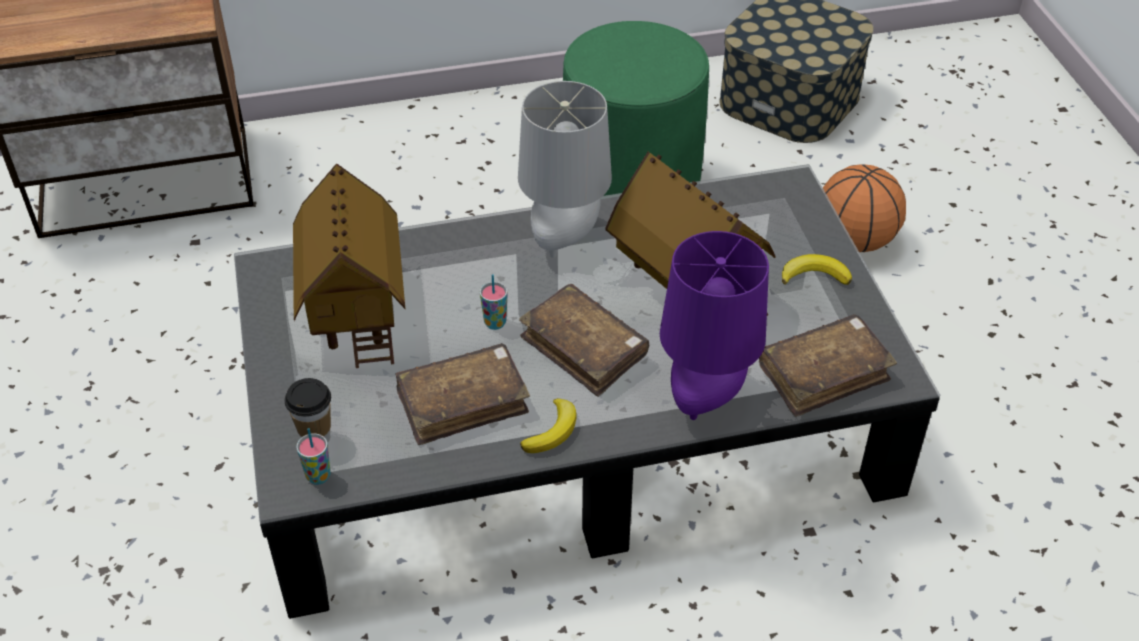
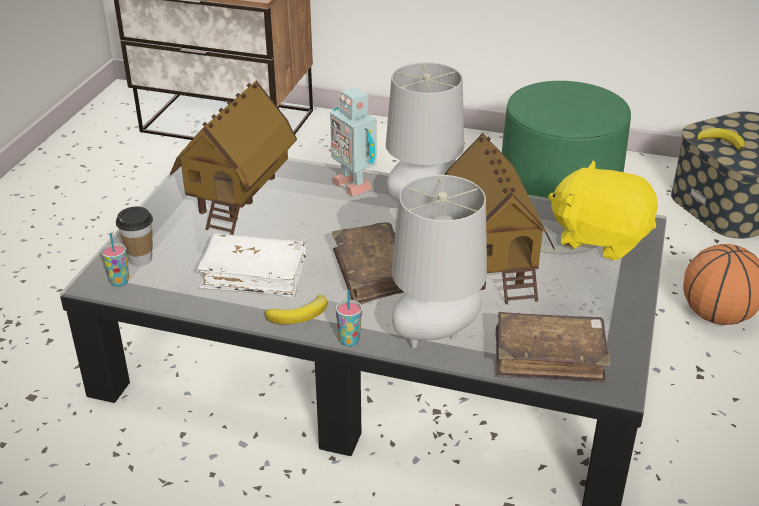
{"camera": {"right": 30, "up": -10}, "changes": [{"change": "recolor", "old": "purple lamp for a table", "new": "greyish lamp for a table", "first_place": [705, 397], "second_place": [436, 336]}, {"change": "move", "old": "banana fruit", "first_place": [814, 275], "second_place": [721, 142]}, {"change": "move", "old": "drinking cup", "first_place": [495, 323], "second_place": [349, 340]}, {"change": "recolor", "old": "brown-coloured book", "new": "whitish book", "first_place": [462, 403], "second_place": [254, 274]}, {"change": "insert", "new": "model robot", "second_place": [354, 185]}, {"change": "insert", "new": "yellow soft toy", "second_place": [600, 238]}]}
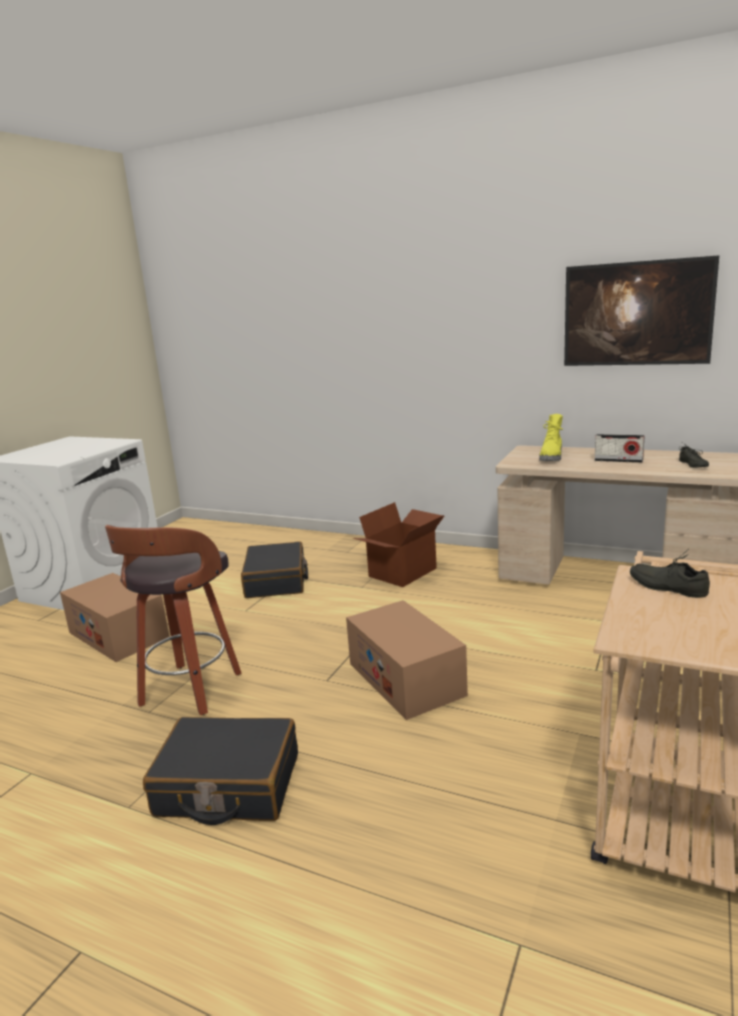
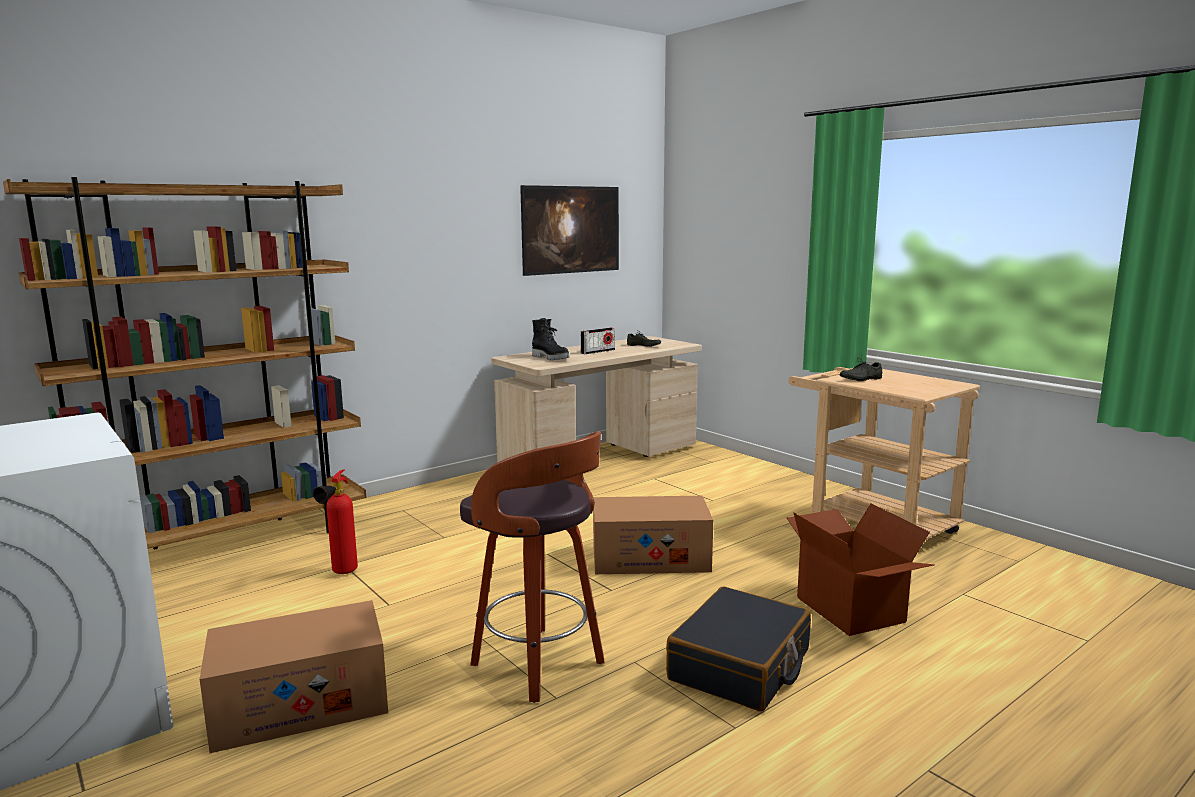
{"camera": {"right": -65, "up": -5}, "changes": [{"change": "recolor", "old": "yellow high-top boot", "new": "black high-top boot", "first_place": [552, 457], "second_place": [551, 358]}, {"change": "move", "old": "carton", "first_place": [403, 573], "second_place": [851, 609]}, {"change": "replace", "old": "black piece of luggage", "new": "fire-fighting cylinder", "first_place": [276, 581], "second_place": [341, 574]}, {"change": "insert", "new": "brown-coloured bookshelf", "second_place": [230, 543]}]}
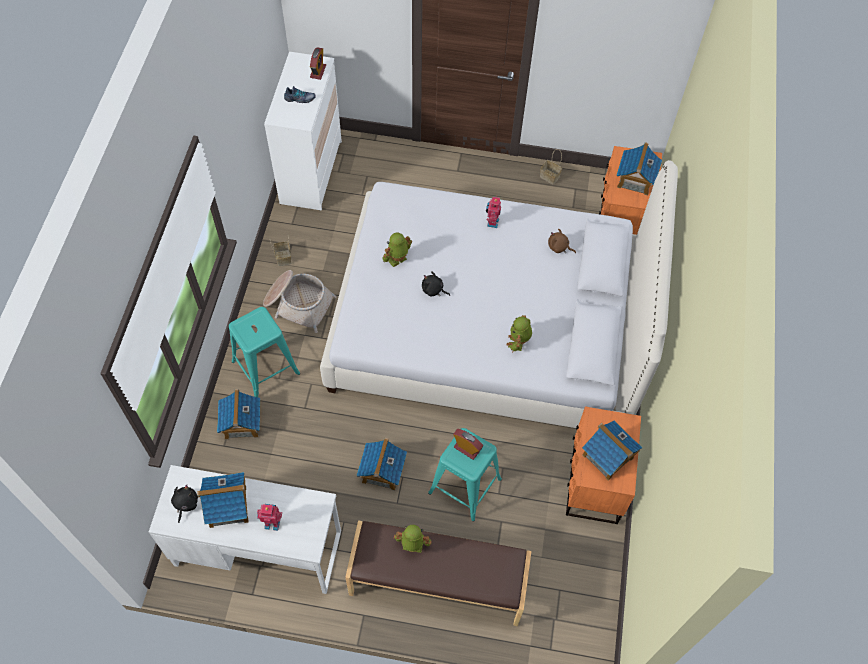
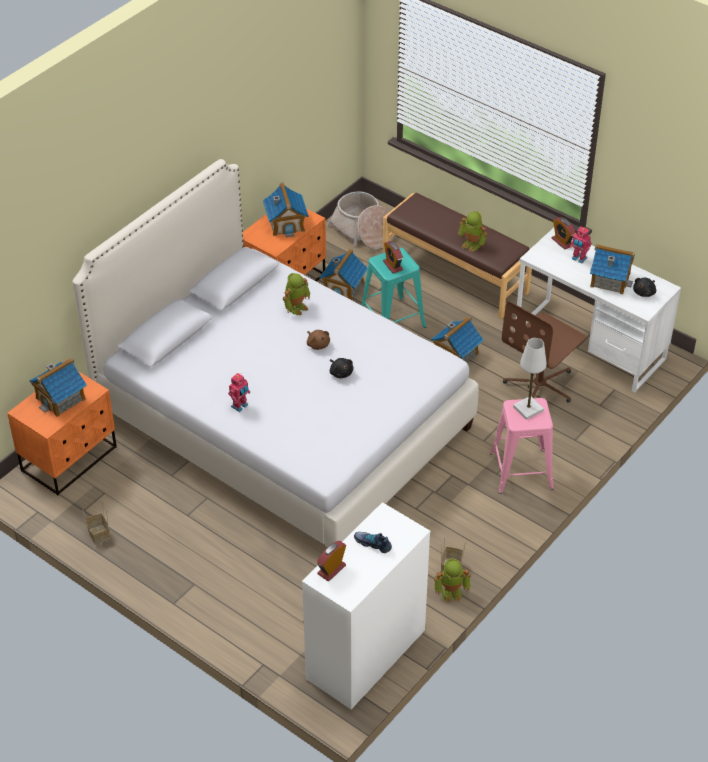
{"camera": {"right": -150, "up": -15}, "changes": [{"change": "move", "old": "brown-coloured soft toy", "first_place": [559, 247], "second_place": [317, 344]}, {"change": "move", "old": "model robot", "first_place": [397, 260], "second_place": [451, 592]}, {"change": "move", "old": "basket", "first_place": [298, 304], "second_place": [363, 231]}, {"change": "recolor", "old": "turquoise-coloured stool seat", "new": "pink stool seat", "first_place": [265, 367], "second_place": [521, 471]}, {"change": "move", "old": "miniature house", "first_place": [241, 423], "second_place": [344, 287]}, {"change": "insert", "new": "bedside clock", "second_place": [562, 242]}, {"change": "insert", "new": "brown-coloured desk chair", "second_place": [540, 385]}, {"change": "insert", "new": "whitish lamp for a table", "second_place": [528, 409]}]}
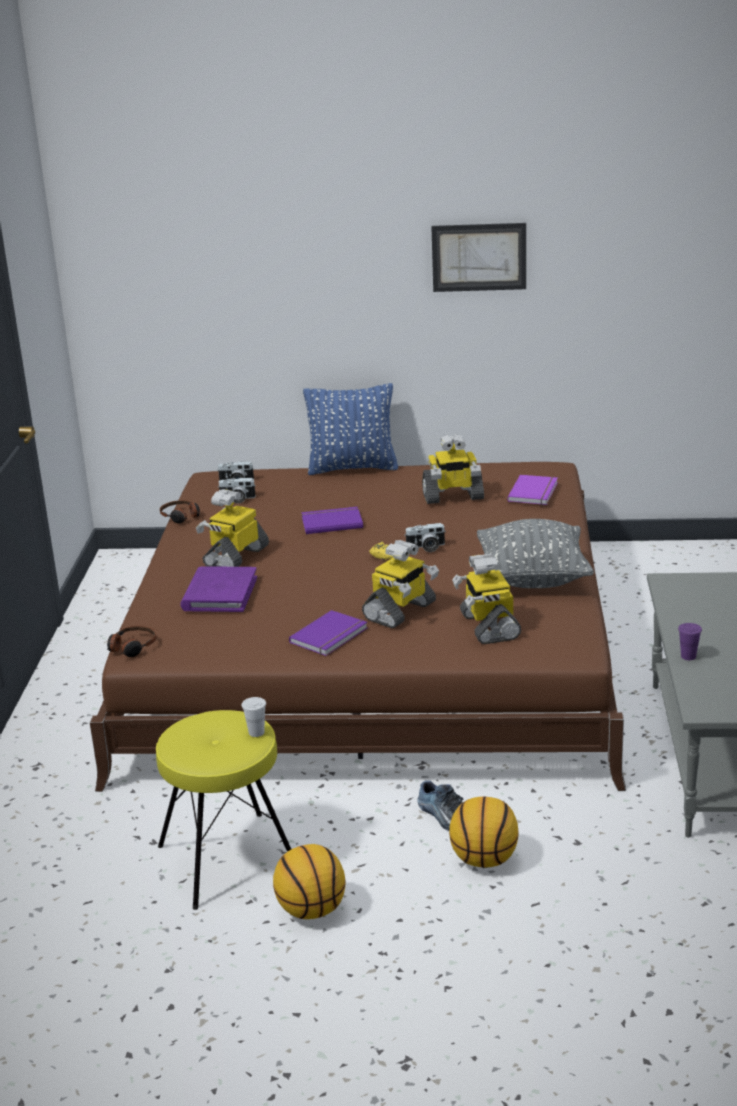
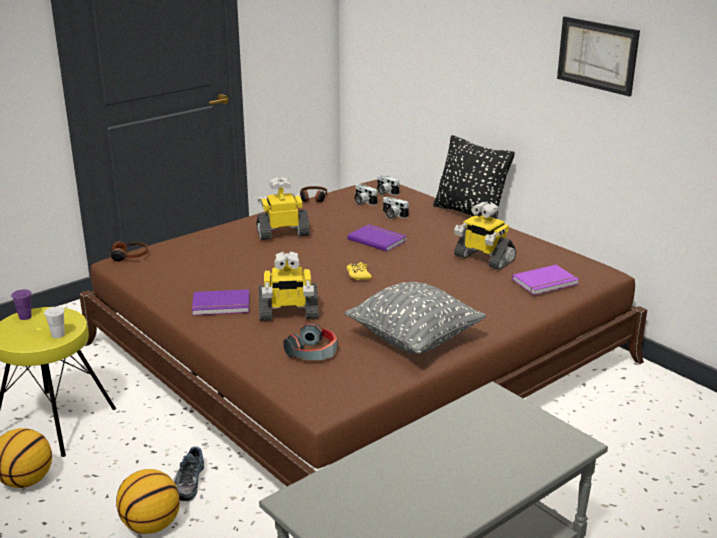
{"camera": {"right": 45, "up": 0}, "changes": [{"change": "recolor", "old": "blue pillow", "new": "black pillow", "first_place": [352, 468], "second_place": [470, 213]}, {"change": "move", "old": "photo camera", "first_place": [426, 547], "second_place": [393, 215]}, {"change": "replace", "old": "model robot", "new": "pair of headphones", "first_place": [488, 626], "second_place": [313, 353]}, {"change": "delete", "old": "purple book", "first_place": [219, 594]}, {"change": "move", "old": "purple drinking cup", "first_place": [688, 656], "second_place": [25, 317]}]}
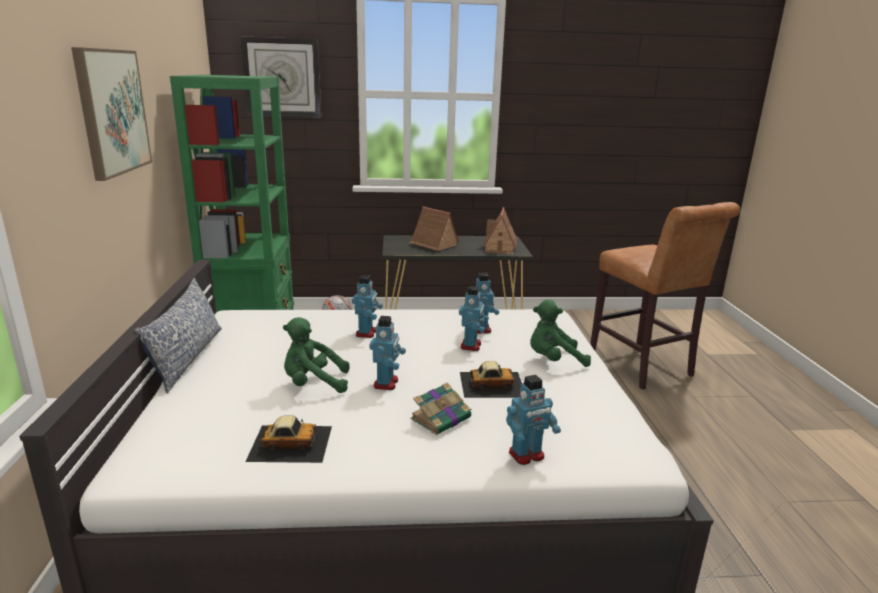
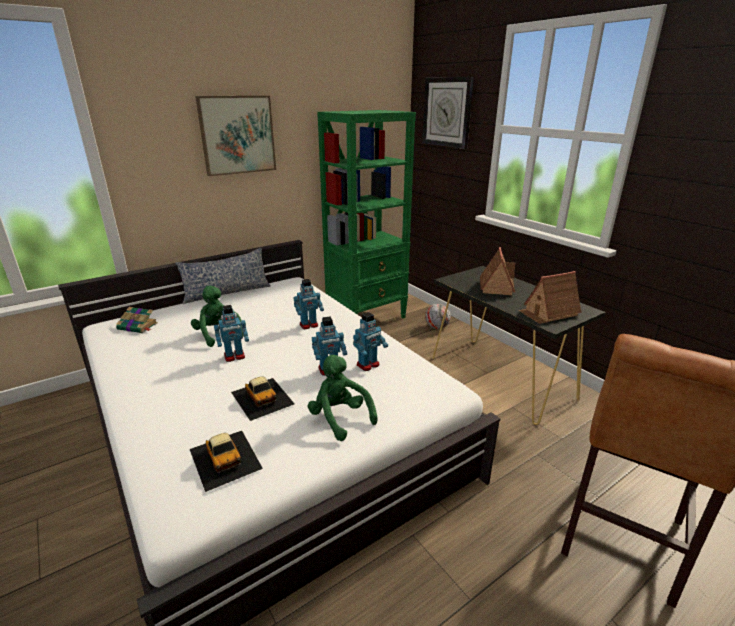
{"camera": {"right": 60, "up": 5}, "changes": [{"change": "delete", "old": "model robot", "first_place": [527, 455]}, {"change": "move", "old": "book", "first_place": [442, 418], "second_place": [138, 326]}, {"change": "move", "old": "model car", "first_place": [290, 442], "second_place": [225, 458]}]}
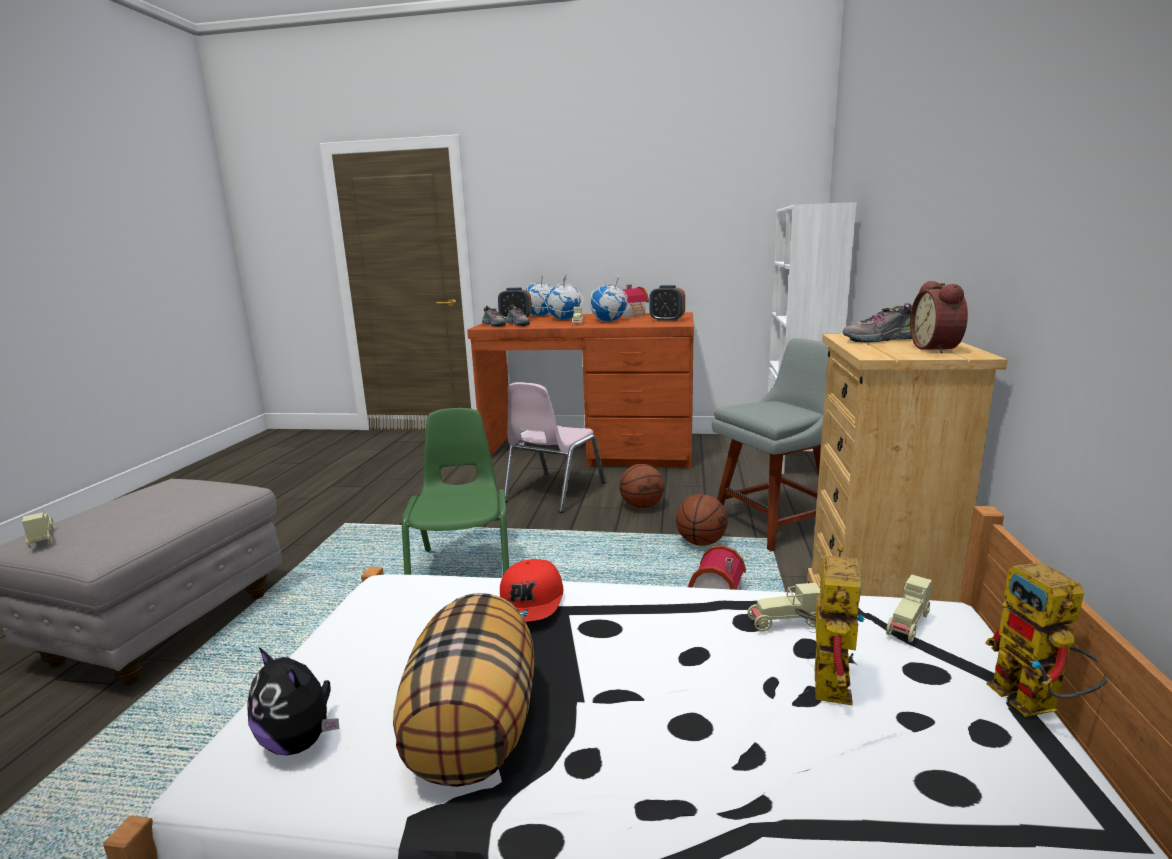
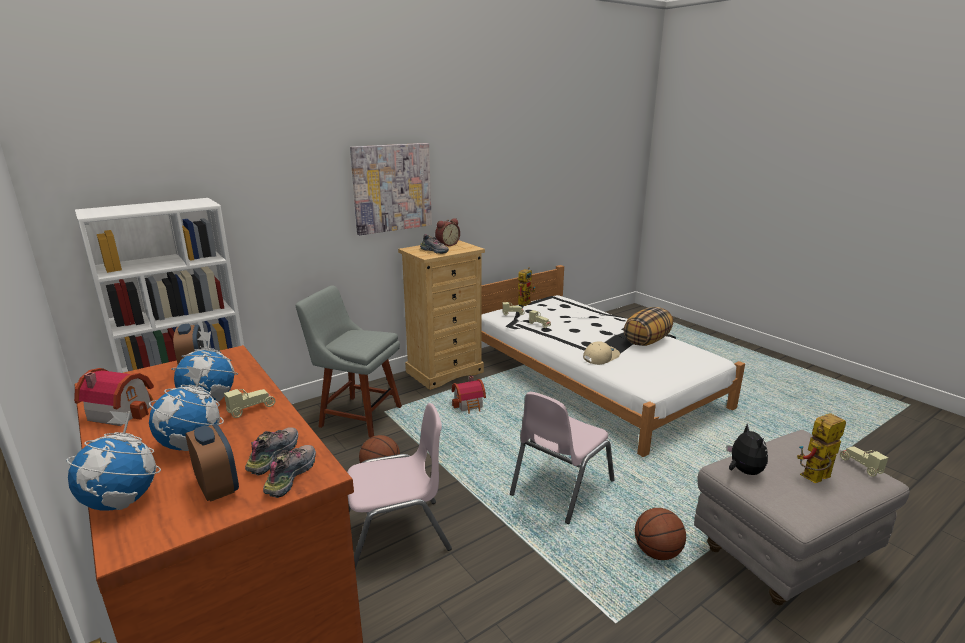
{"camera": {"right": -135, "up": 5}, "changes": [{"change": "recolor", "old": "green plain chair", "new": "pink plain chair", "first_place": [464, 572], "second_place": [561, 487]}, {"change": "move", "old": "basketball", "first_place": [701, 542], "second_place": [657, 552]}, {"change": "rotate", "old": "sand-coloured model car", "first_place": [41, 538], "second_place": [860, 466], "degrees": 150}, {"change": "move", "old": "model robot", "first_place": [825, 677], "second_place": [814, 479]}, {"change": "recolor", "old": "red-coloured baseball cap", "new": "sand-coloured baseball cap", "first_place": [530, 604], "second_place": [600, 357]}, {"change": "move", "old": "soft toy", "first_place": [300, 741], "second_place": [743, 471]}, {"change": "insert", "new": "picture", "second_place": [392, 188]}]}
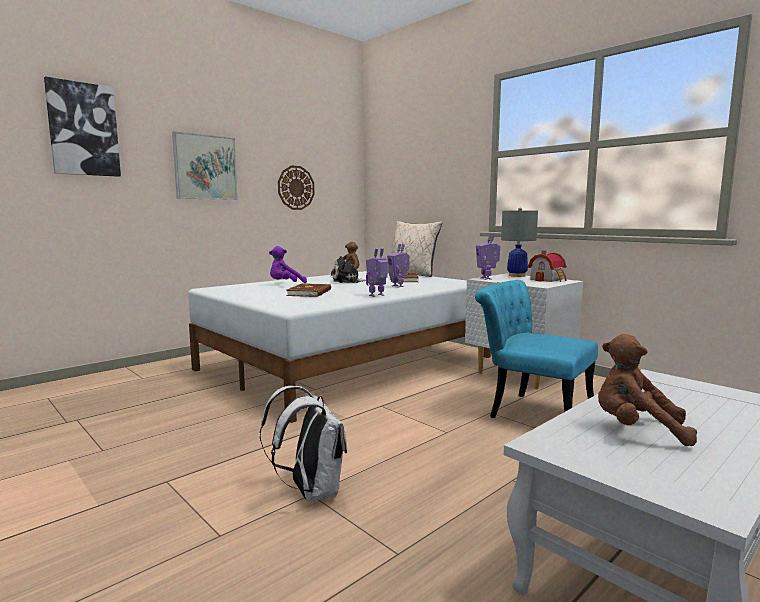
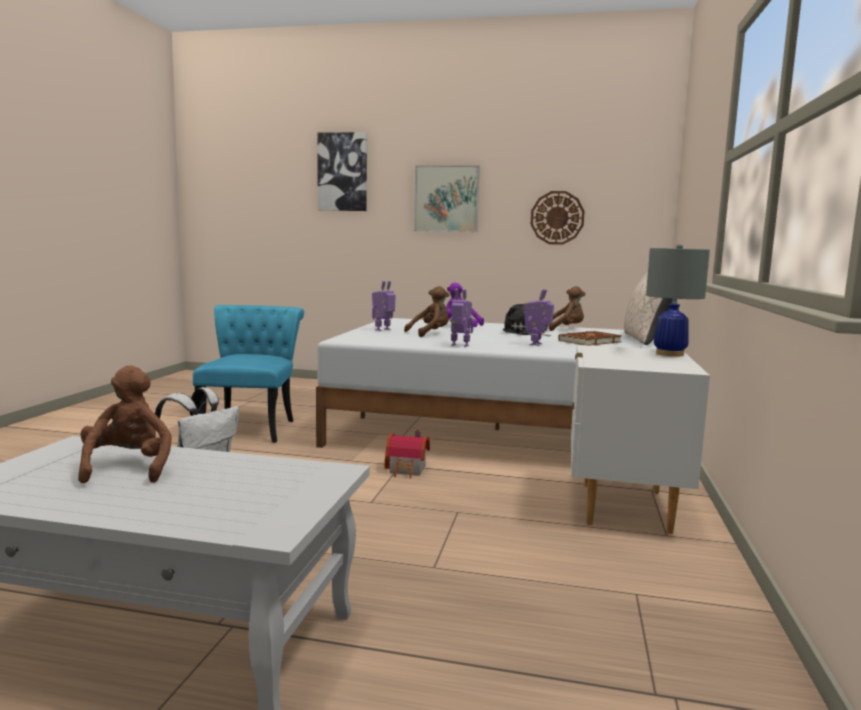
{"camera": {"right": 55, "up": 0}, "changes": [{"change": "move", "old": "model robot", "first_place": [486, 278], "second_place": [383, 330]}, {"change": "move", "old": "miniature house", "first_place": [548, 279], "second_place": [408, 470]}, {"change": "move", "old": "turquoise-coloured plain chair", "first_place": [531, 412], "second_place": [251, 427]}, {"change": "replace", "old": "brown-coloured book", "new": "brown-coloured soft toy", "first_place": [310, 293], "second_place": [430, 334]}]}
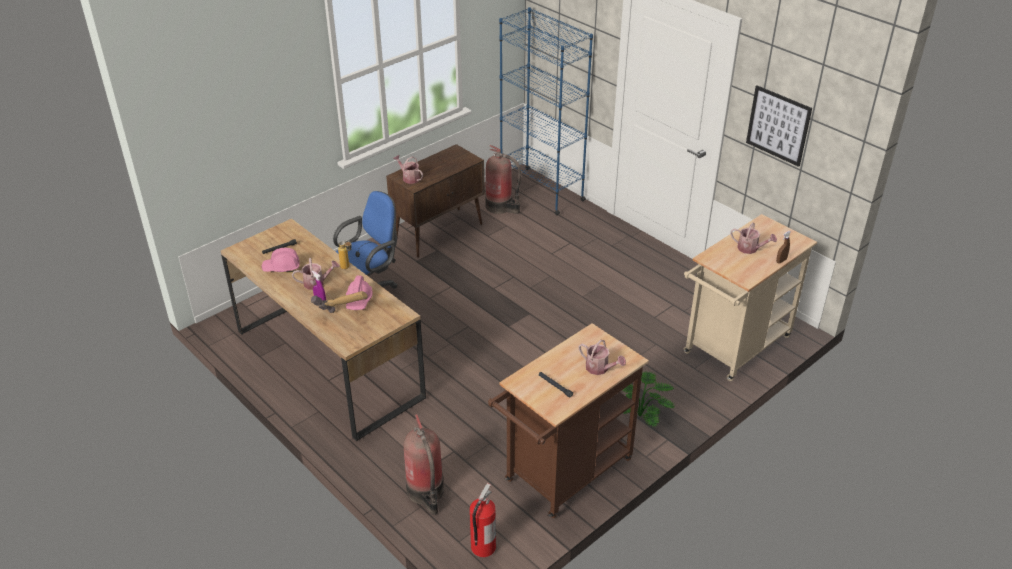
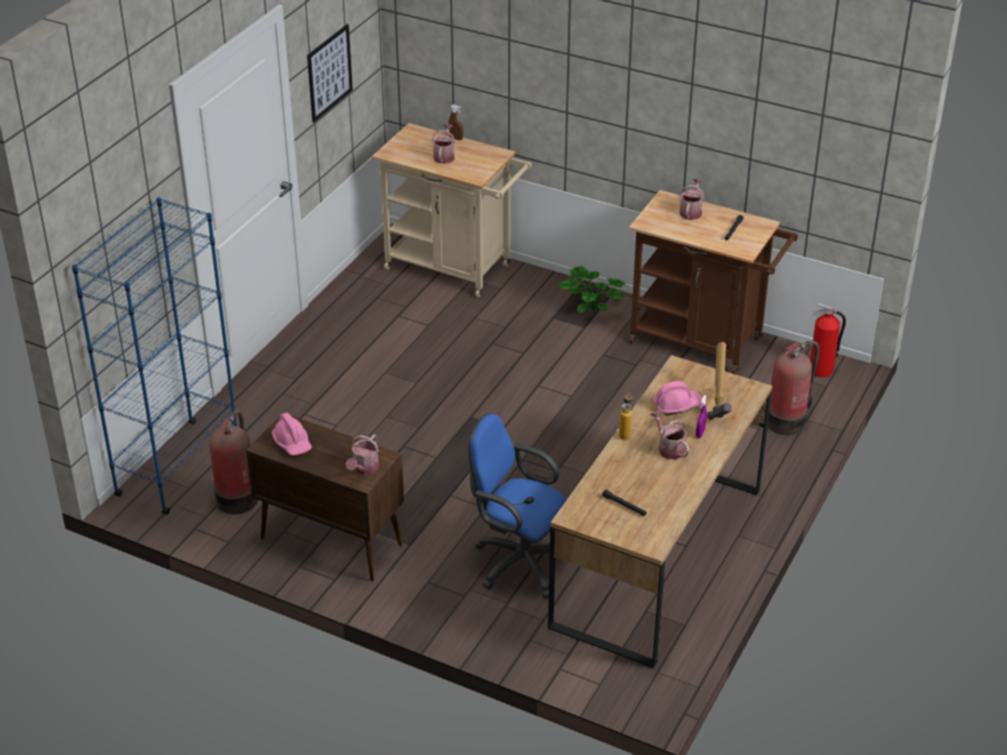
{"camera": {"right": -110, "up": 0}, "changes": [{"change": "move", "old": "pink work helmet", "first_place": [281, 267], "second_place": [292, 443]}]}
